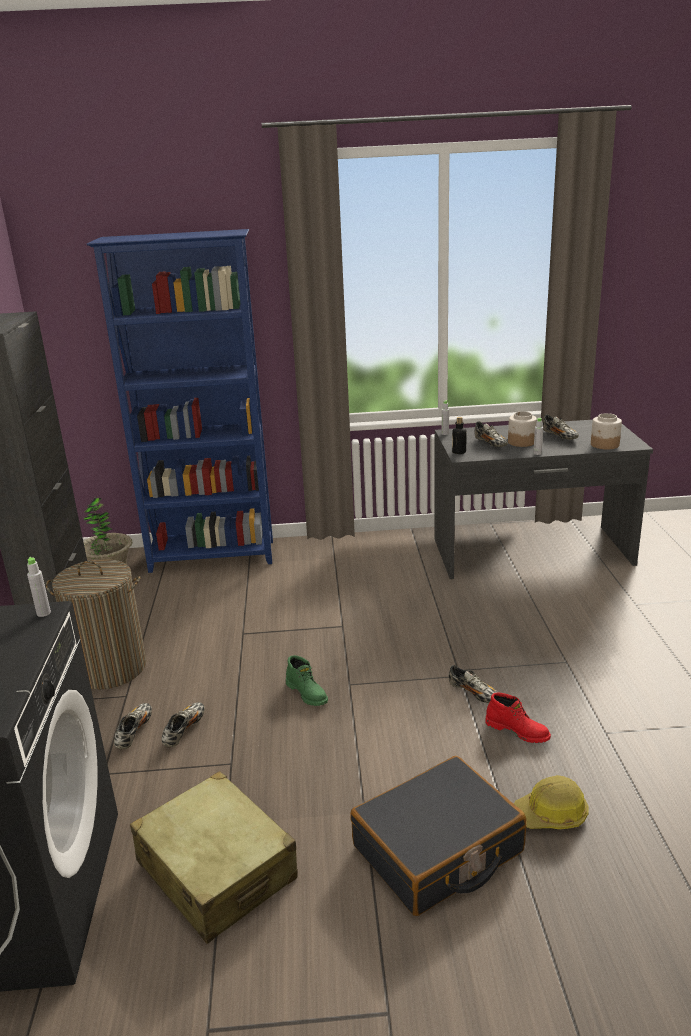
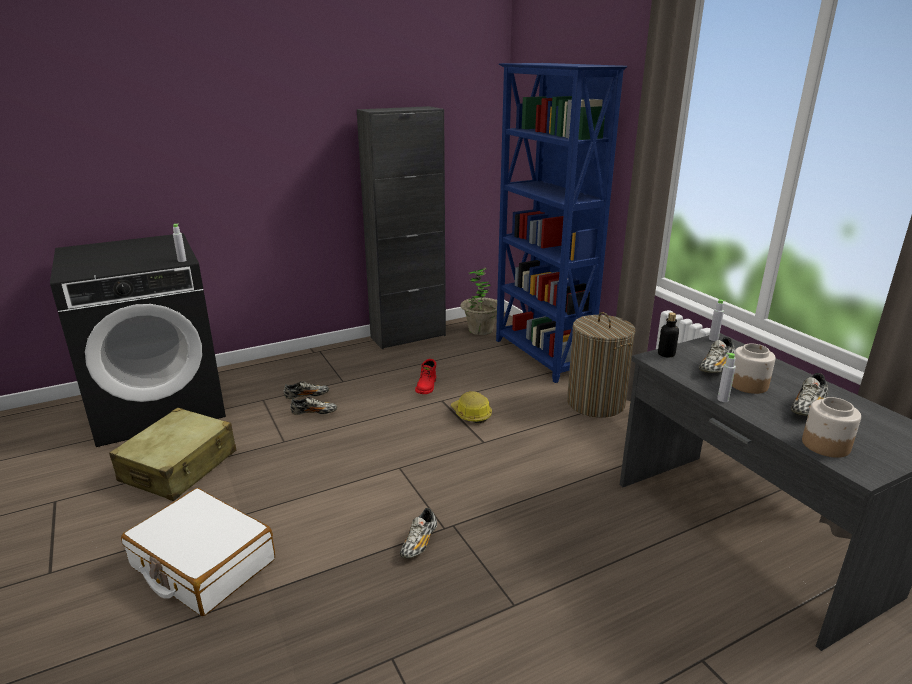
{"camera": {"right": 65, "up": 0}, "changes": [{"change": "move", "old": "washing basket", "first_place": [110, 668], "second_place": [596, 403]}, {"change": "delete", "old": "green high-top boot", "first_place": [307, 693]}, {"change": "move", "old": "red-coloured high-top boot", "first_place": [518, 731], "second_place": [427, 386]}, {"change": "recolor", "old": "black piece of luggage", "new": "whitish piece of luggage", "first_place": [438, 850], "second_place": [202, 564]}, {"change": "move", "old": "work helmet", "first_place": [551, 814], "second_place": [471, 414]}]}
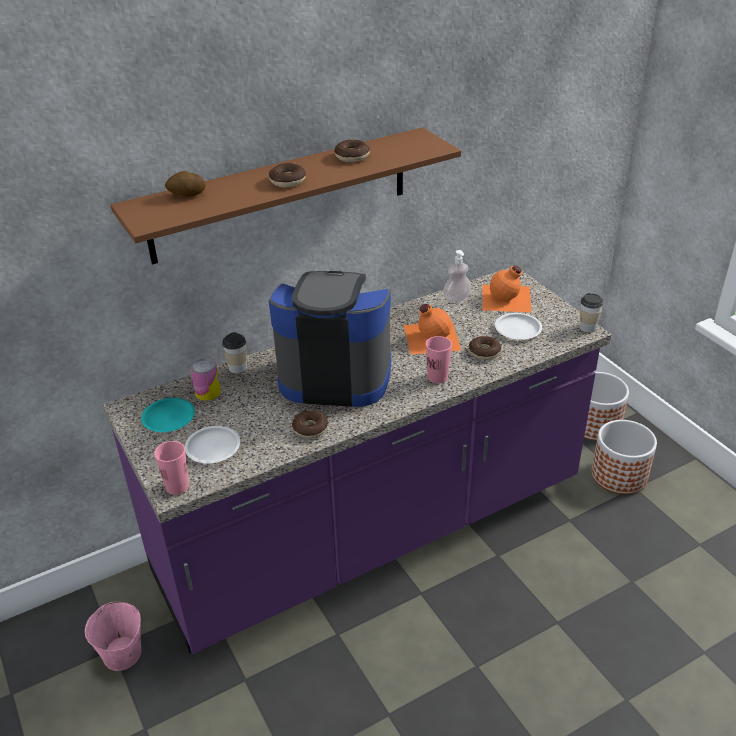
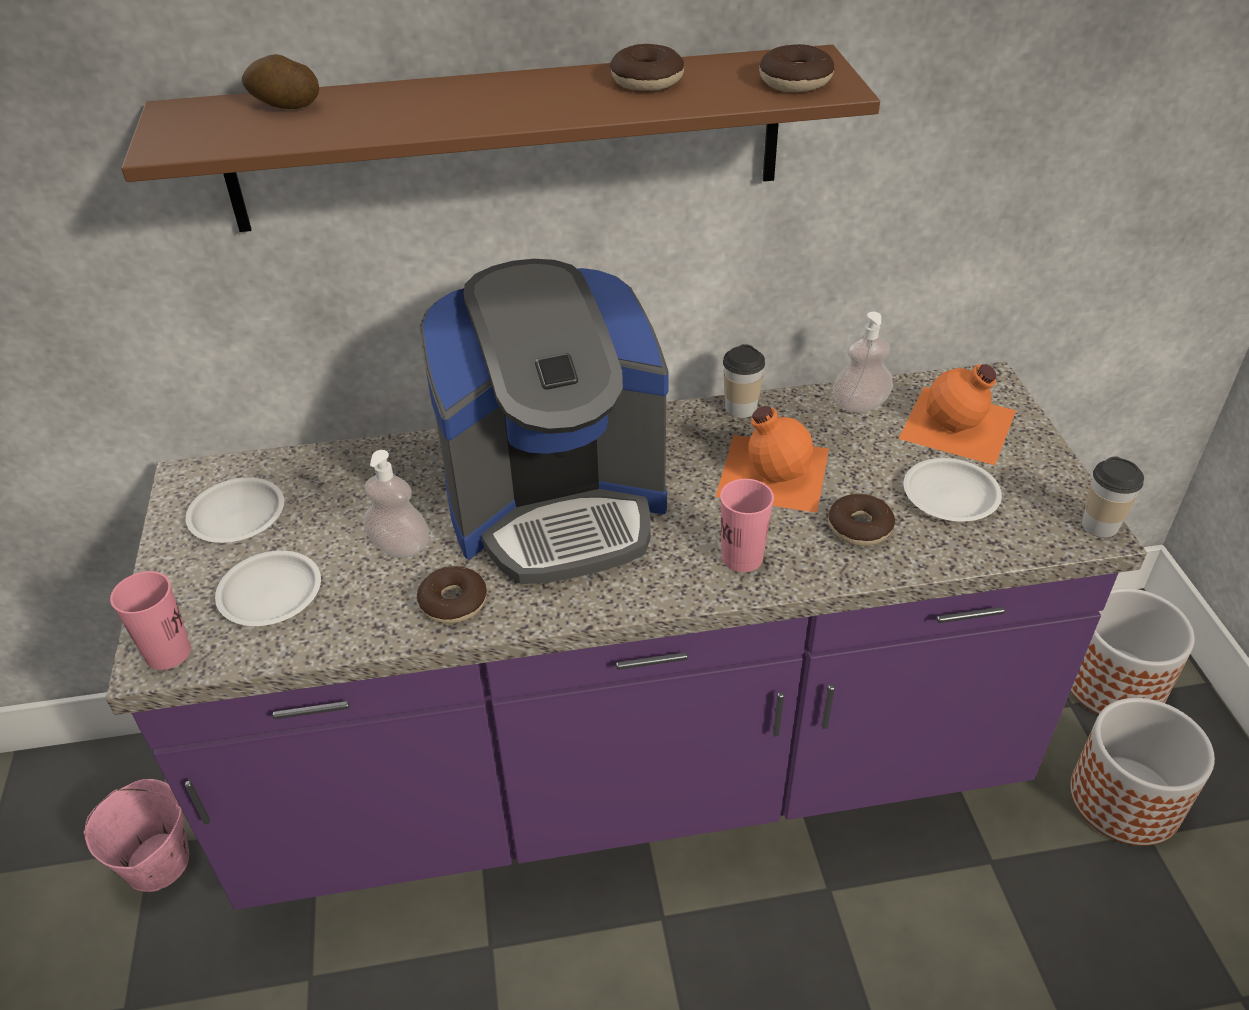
{"camera": {"right": 20, "up": 5}, "changes": [{"change": "move", "old": "donut", "first_place": [287, 181], "second_place": [795, 81]}, {"change": "rotate", "old": "coffee machine", "first_place": [335, 375], "second_place": [556, 506], "degrees": 135}, {"change": "move", "old": "drinking cup", "first_place": [237, 368], "second_place": [740, 408]}, {"change": "delete", "old": "metal can", "first_place": [207, 392]}, {"change": "recolor", "old": "turquoise-coloured flat dish", "new": "whitish flat dish", "first_place": [168, 418], "second_place": [238, 515]}, {"change": "insert", "new": "liquid soap bottle", "second_place": [400, 546]}]}
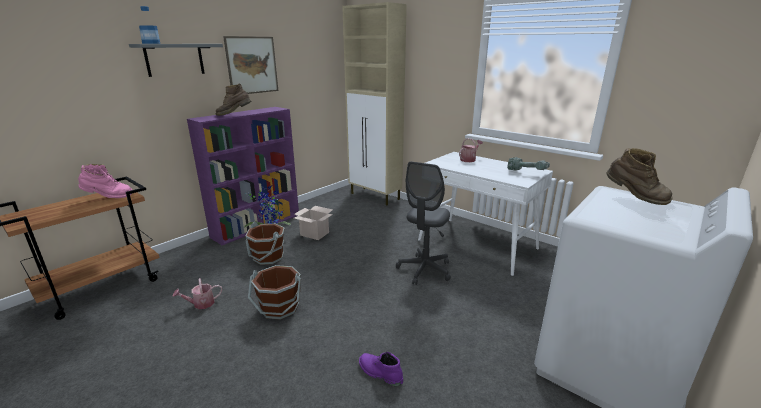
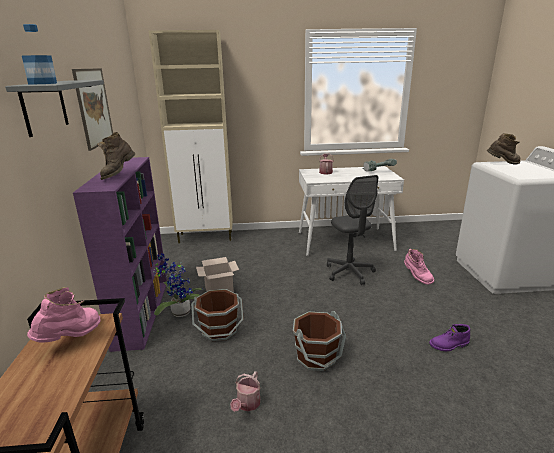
{"camera": {"right": -45, "up": 0}, "changes": [{"change": "insert", "new": "pink high-top boot", "second_place": [416, 277]}]}
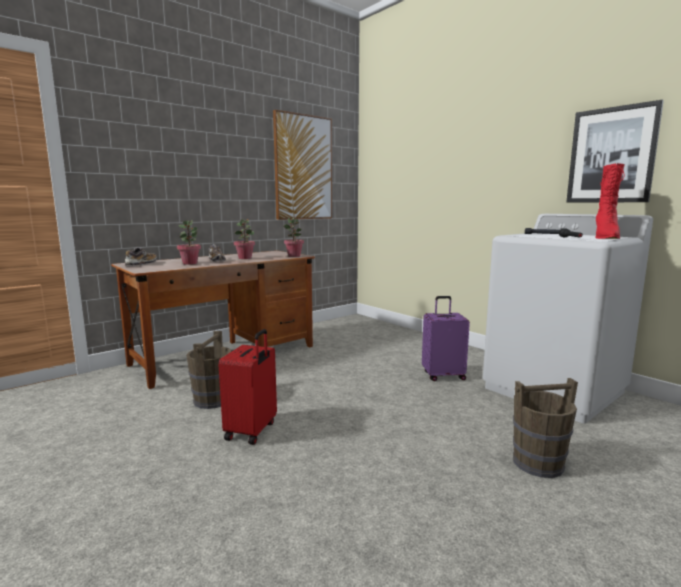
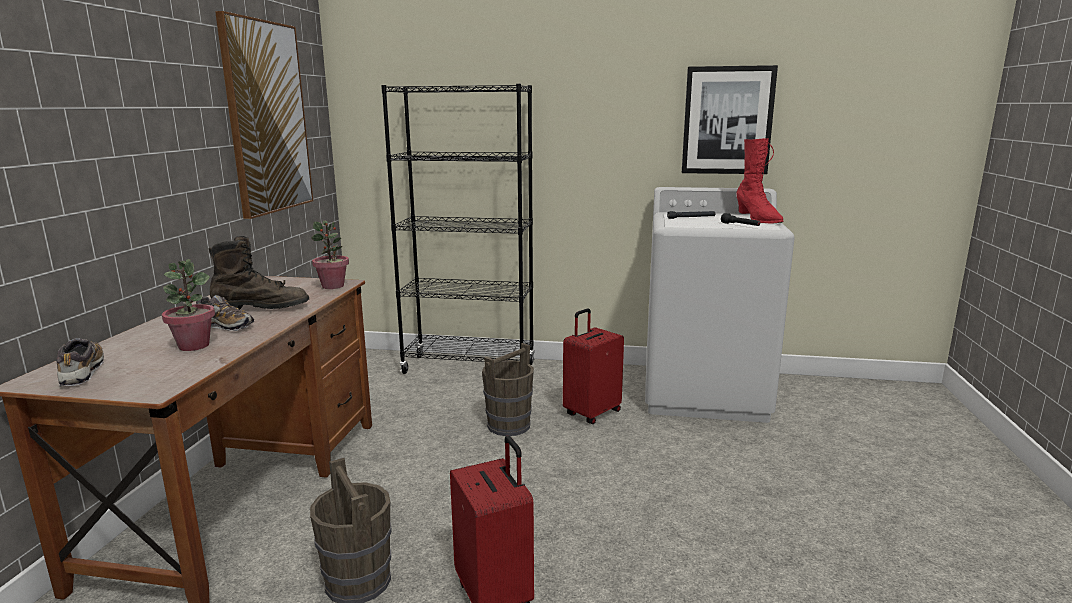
{"camera": {"right": -40, "up": 5}, "changes": [{"change": "replace", "old": "plant in a pot", "new": "brown-coloured high-top boot", "first_place": [245, 258], "second_place": [261, 308]}, {"change": "recolor", "old": "purple piece of luggage", "new": "red-coloured piece of luggage", "first_place": [443, 375], "second_place": [591, 413]}, {"change": "move", "old": "brown-coloured pail", "first_place": [538, 463], "second_place": [509, 425]}, {"change": "insert", "new": "black bookshelf", "second_place": [469, 368]}]}
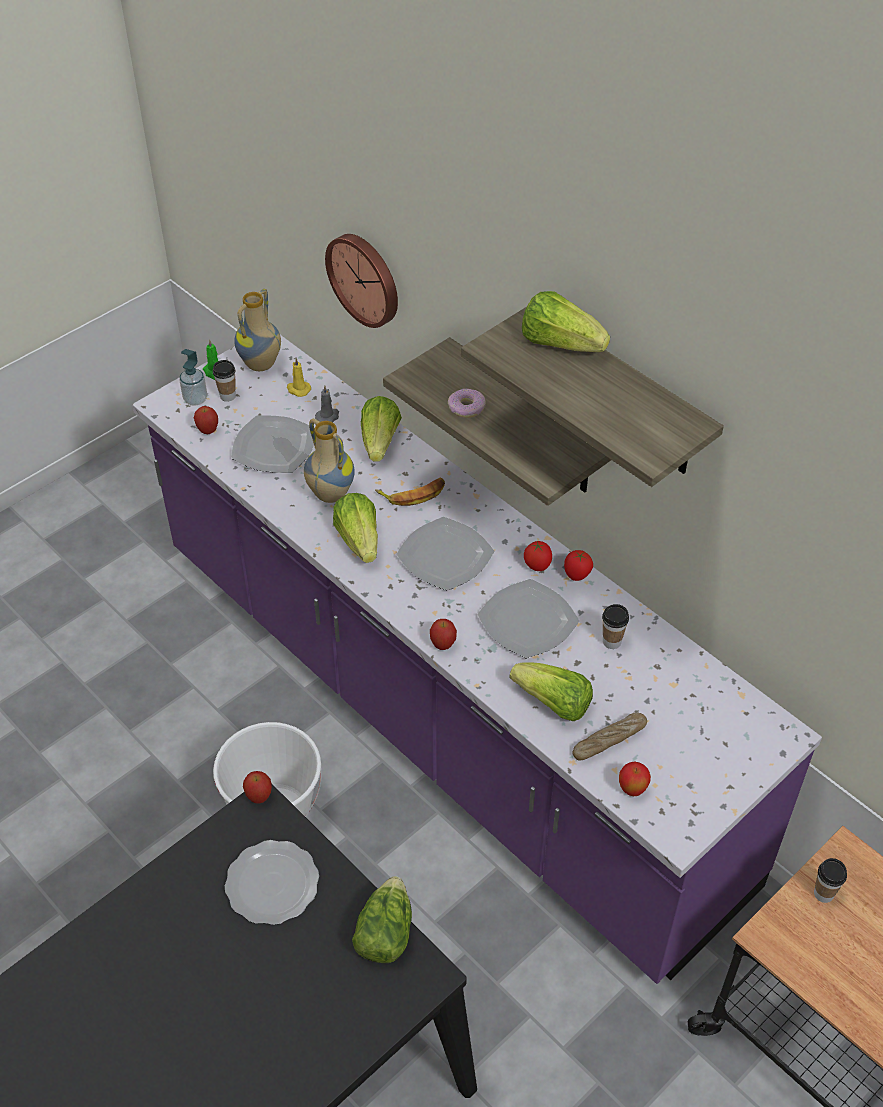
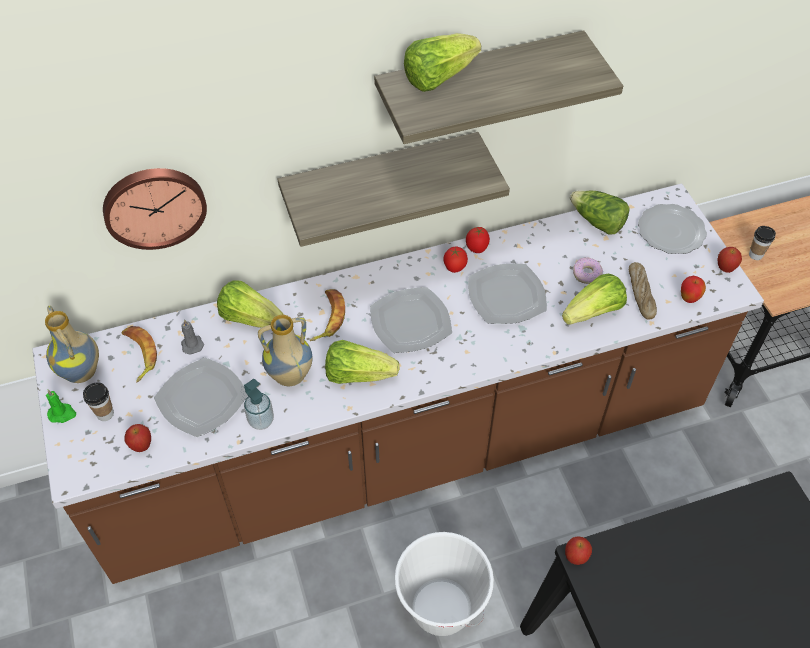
{"camera": {"right": -65, "up": 5}, "changes": [{"change": "recolor", "old": "purple counter", "new": "brown-coloured counter", "first_place": [441, 713], "second_place": [405, 446]}, {"change": "move", "old": "liquid soap bottle", "first_place": [195, 399], "second_place": [261, 420]}, {"change": "replace", "old": "yellow wax light", "new": "banana fruit", "first_place": [298, 389], "second_place": [139, 354]}, {"change": "move", "old": "donut", "first_place": [466, 408], "second_place": [587, 274]}, {"change": "delete", "old": "drinking cup", "first_place": [611, 642]}, {"change": "move", "old": "apple", "first_place": [443, 645], "second_place": [725, 268]}, {"change": "move", "old": "flat dish", "first_place": [271, 884], "second_place": [671, 232]}, {"change": "move", "old": "lettuce", "first_place": [384, 932], "second_place": [597, 222]}]}
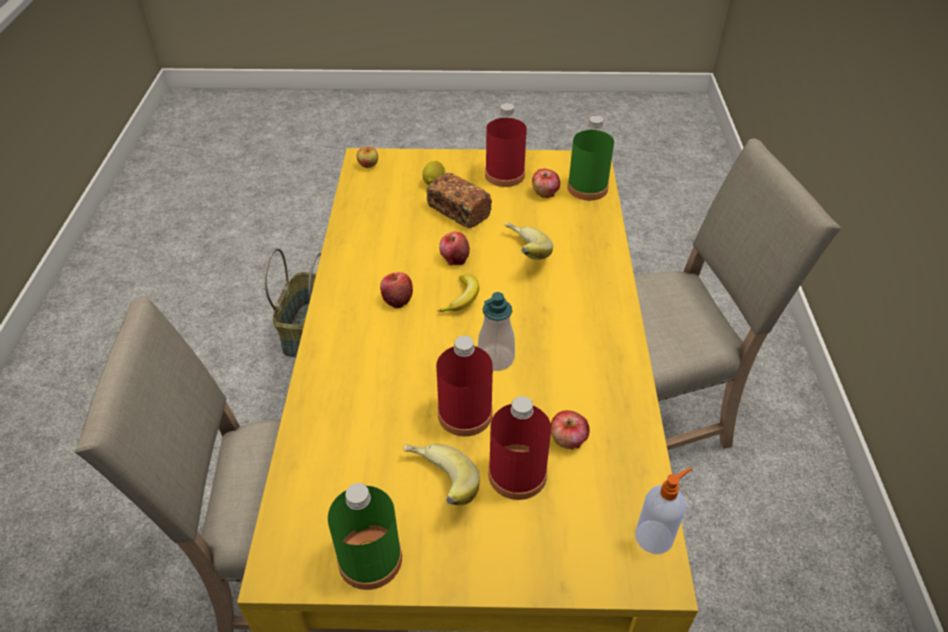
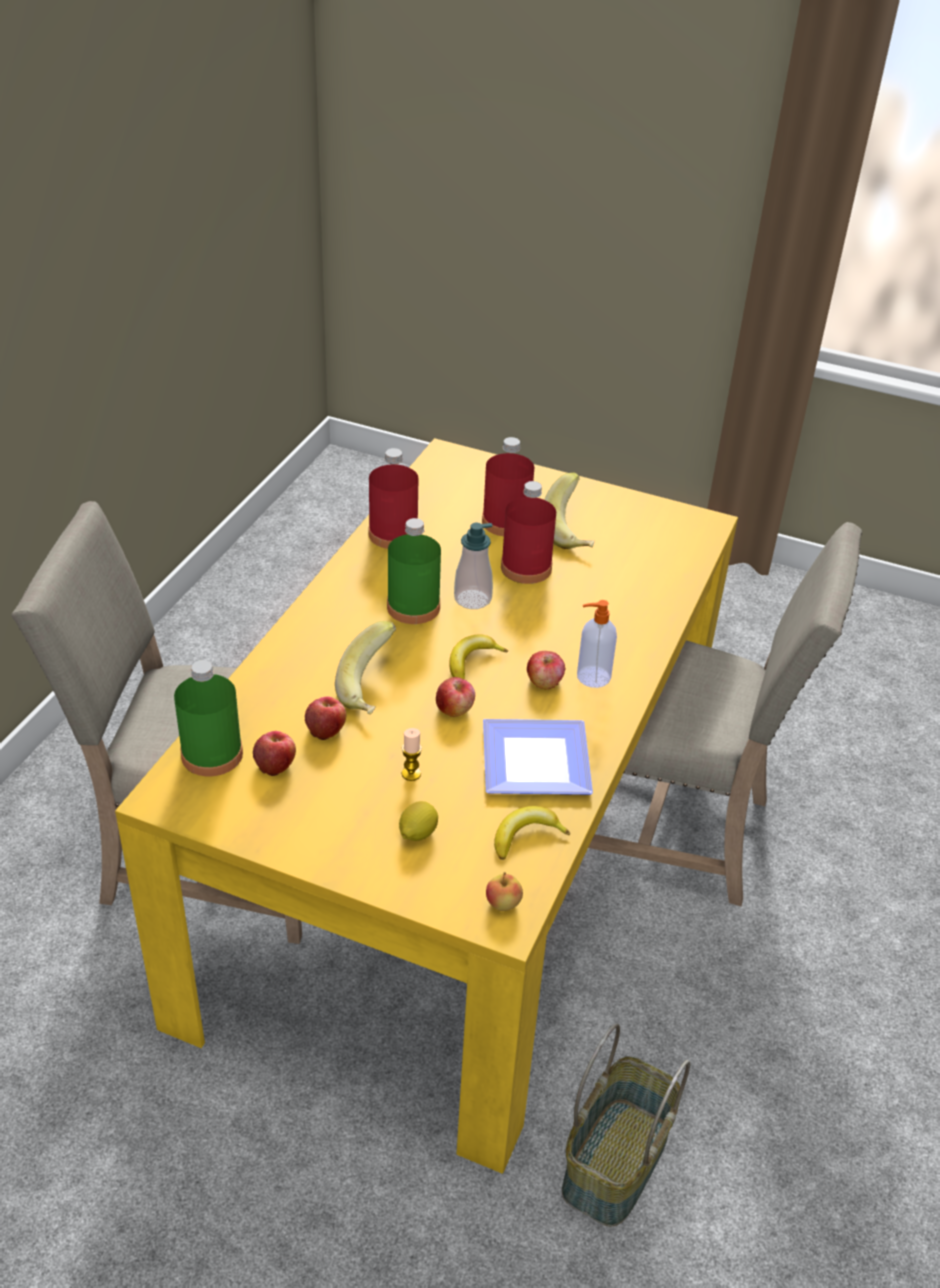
{"camera": {"right": -160, "up": -5}, "changes": [{"change": "move", "old": "red-coloured bottle", "first_place": [504, 175], "second_place": [393, 534]}, {"change": "replace", "old": "bread", "new": "wax light", "first_place": [458, 211], "second_place": [411, 774]}, {"change": "move", "old": "apple", "first_place": [568, 440], "second_place": [326, 729]}, {"change": "move", "old": "liquid soap bottle", "first_place": [655, 536], "second_place": [592, 677]}, {"change": "move", "old": "green bottle", "first_place": [370, 559], "second_place": [413, 607]}, {"change": "insert", "new": "flat dish", "second_place": [531, 758]}, {"change": "insert", "new": "banana fruit", "second_place": [526, 836]}]}
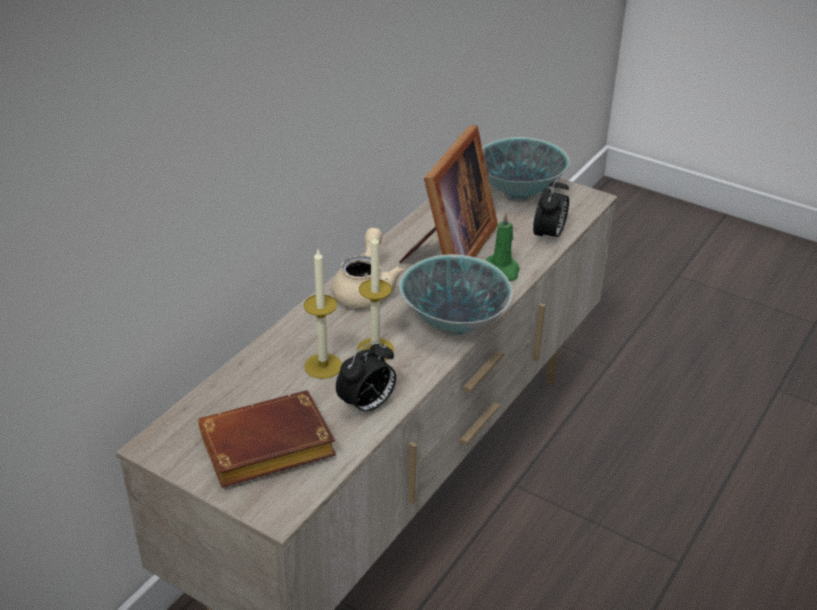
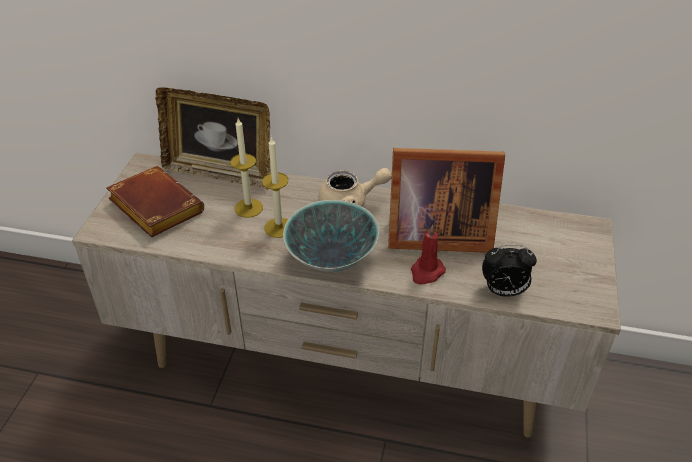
{"camera": {"right": 70, "up": 5}, "changes": [{"change": "delete", "old": "bowl", "first_place": [519, 193]}, {"change": "recolor", "old": "green wax light", "new": "red-coloured wax light", "first_place": [502, 270], "second_place": [426, 272]}, {"change": "delete", "old": "bedside clock", "first_place": [367, 406]}, {"change": "insert", "new": "standing frame", "second_place": [220, 172]}]}
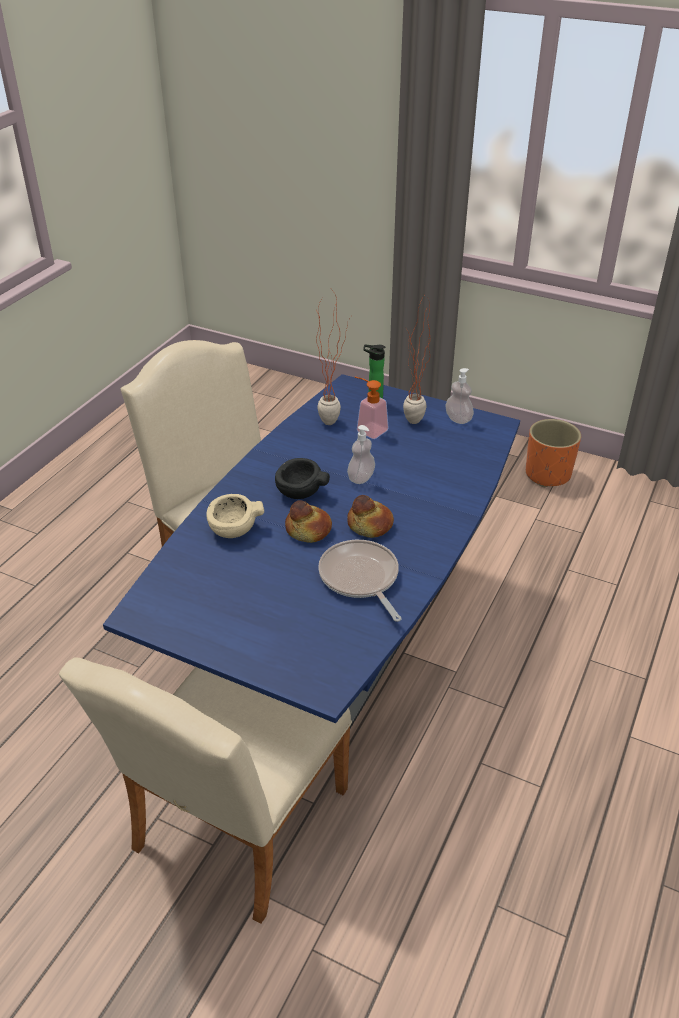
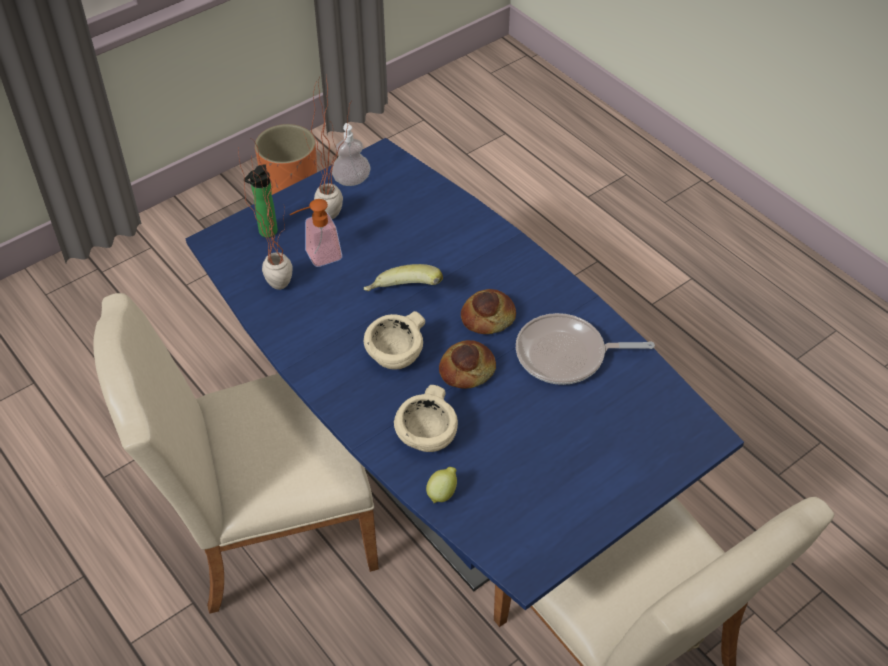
{"camera": {"right": -65, "up": 10}, "changes": [{"change": "replace", "old": "liquid soap bottle", "new": "banana fruit", "first_place": [361, 478], "second_place": [403, 296]}, {"change": "recolor", "old": "black bowl", "new": "sand-coloured bowl", "first_place": [299, 492], "second_place": [395, 356]}, {"change": "insert", "new": "whole lemon", "second_place": [442, 493]}]}
